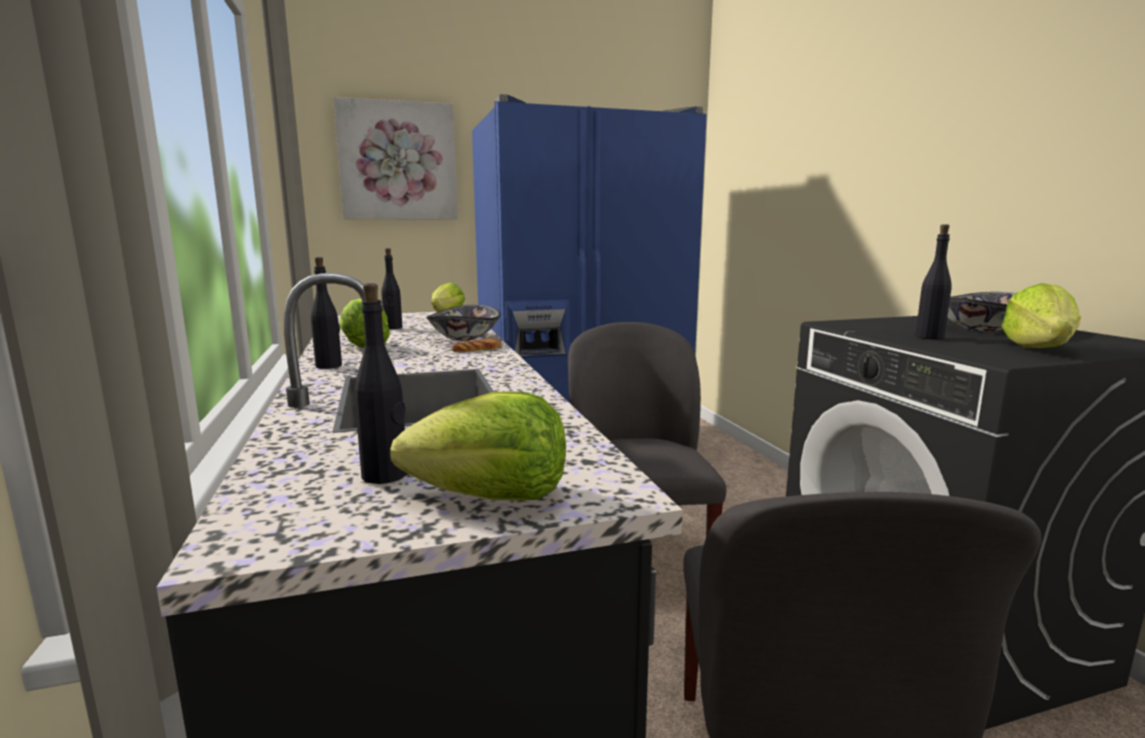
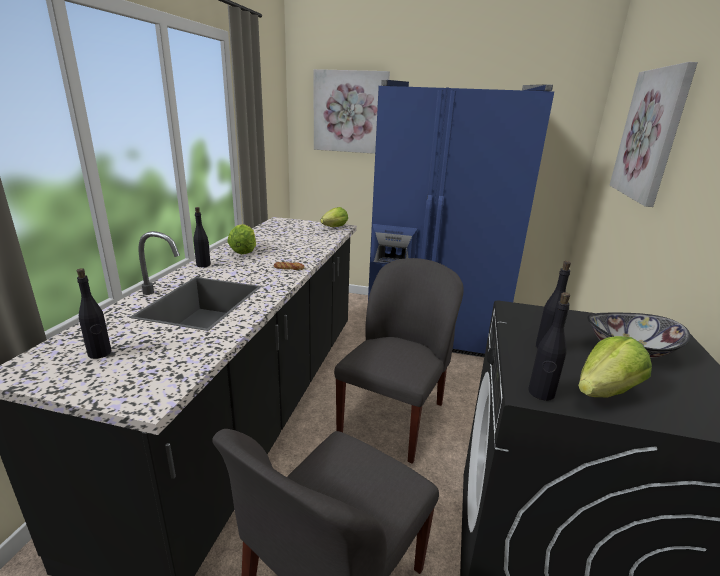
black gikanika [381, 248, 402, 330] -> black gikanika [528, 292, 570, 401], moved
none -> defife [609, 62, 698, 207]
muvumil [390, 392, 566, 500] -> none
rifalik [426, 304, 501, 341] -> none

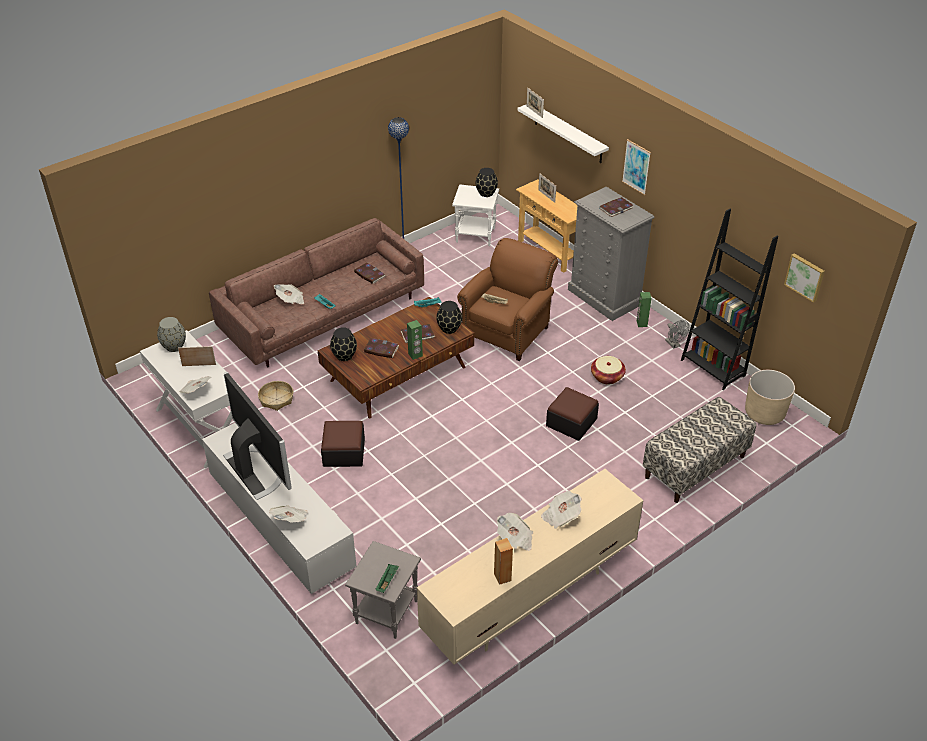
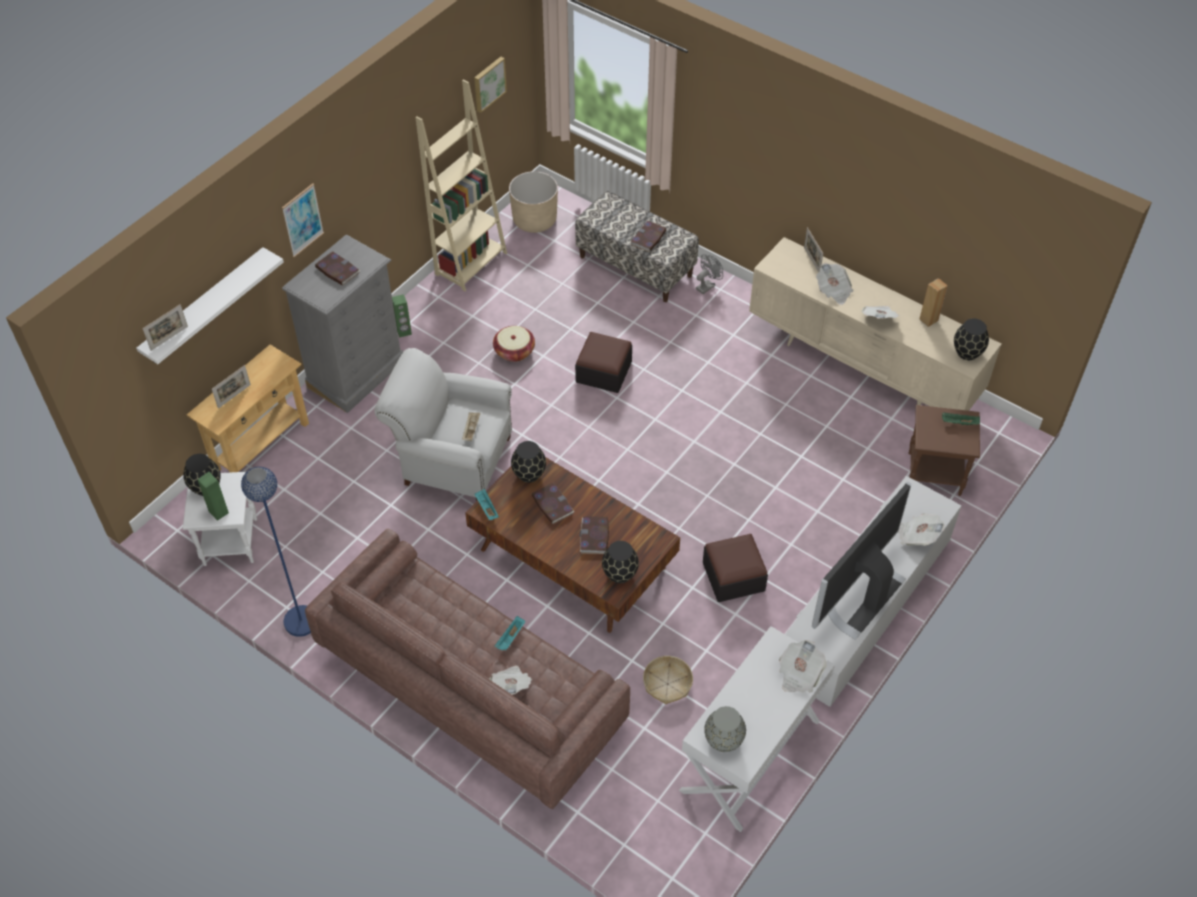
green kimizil [407, 320, 423, 360] -> green kimizil [197, 472, 229, 521], moved
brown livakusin [457, 238, 558, 361] -> white livakusin [374, 348, 512, 501]
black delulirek [681, 209, 778, 390] -> beige delulirek [415, 80, 507, 291]
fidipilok [354, 263, 385, 284] -> fidipilok [630, 221, 666, 252], moved
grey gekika [665, 320, 689, 349] -> grey gekika [696, 254, 723, 294], moved
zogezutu [178, 346, 216, 366] -> zogezutu [804, 228, 823, 272], moved
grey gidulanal [345, 541, 421, 639] -> brown gidulanal [909, 405, 980, 496]
none -> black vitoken [954, 319, 989, 360]

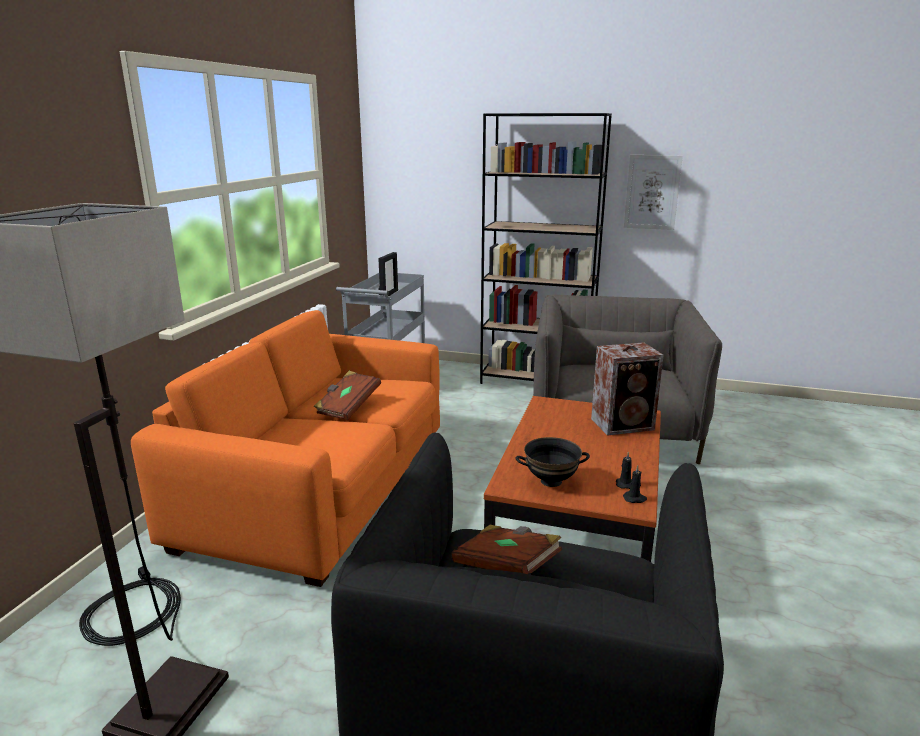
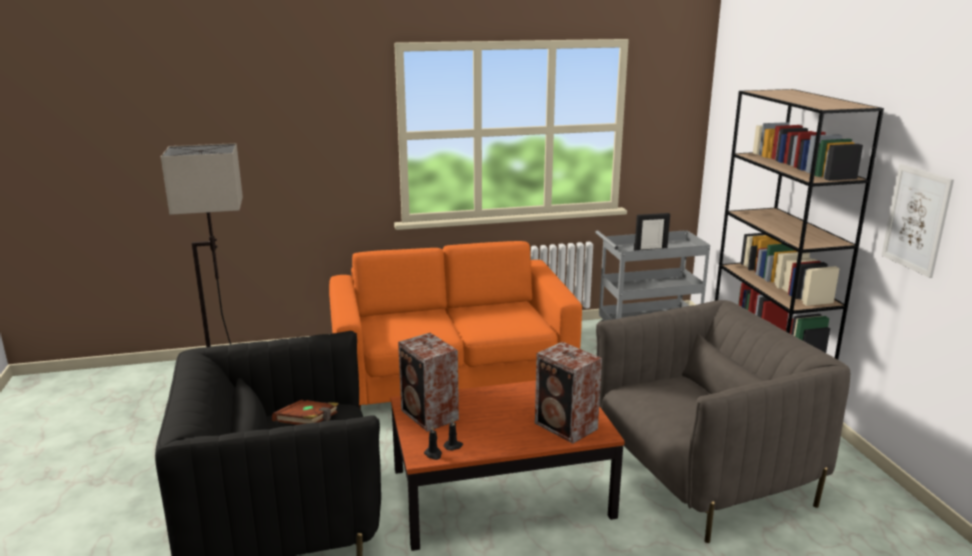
black rifalik [515, 437, 590, 487] -> kimizil [398, 333, 459, 432]
brown fidipilok [314, 371, 381, 420] -> none

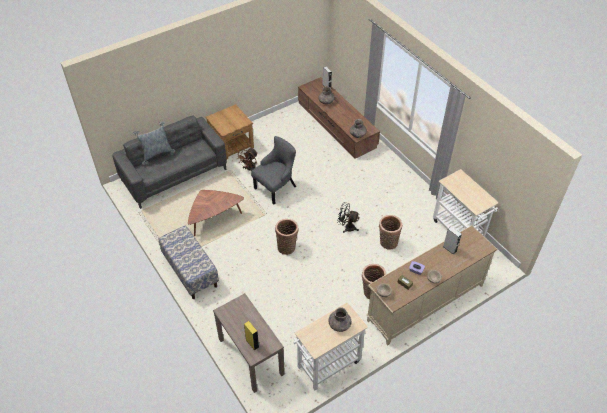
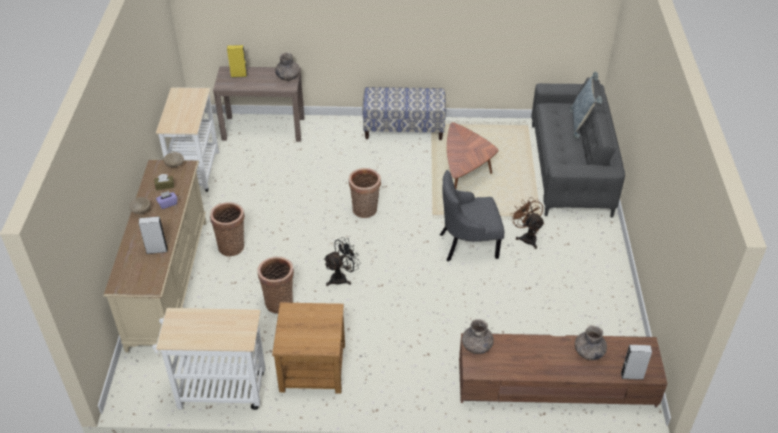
brown gidulanal [205, 104, 254, 159] -> brown gidulanal [272, 302, 345, 394], moved
grey vitoken [329, 307, 352, 332] -> grey vitoken [275, 52, 300, 81], moved
grey livakusin [251, 136, 296, 204] -> grey livakusin [440, 170, 504, 261], 90 degrees clockwise

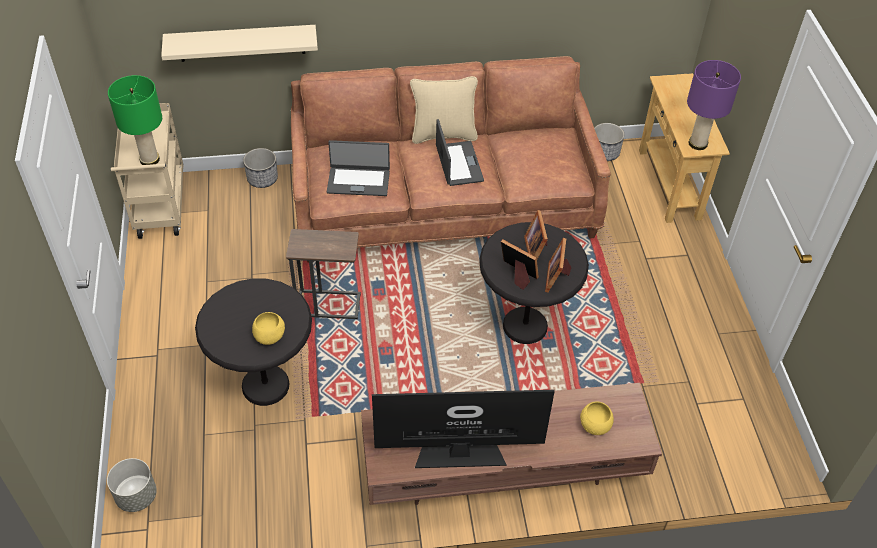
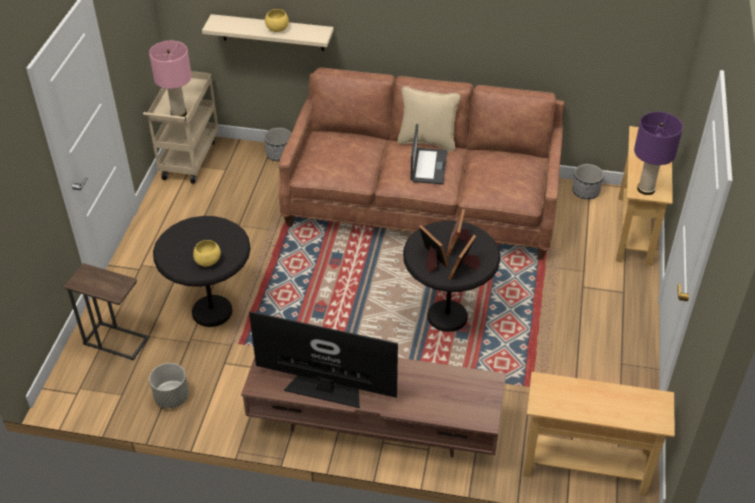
brown gidulanal [286, 229, 361, 319] -> brown gidulanal [64, 263, 149, 360], moved
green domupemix [108, 75, 162, 165] -> pink domupemix [149, 41, 192, 117]
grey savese [107, 458, 157, 512] -> grey savese [149, 363, 189, 408], moved
yellow rifalik [580, 402, 614, 435] -> yellow rifalik [265, 9, 289, 32], moved
none -> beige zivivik [523, 372, 675, 496]
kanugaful [327, 140, 390, 196] -> none

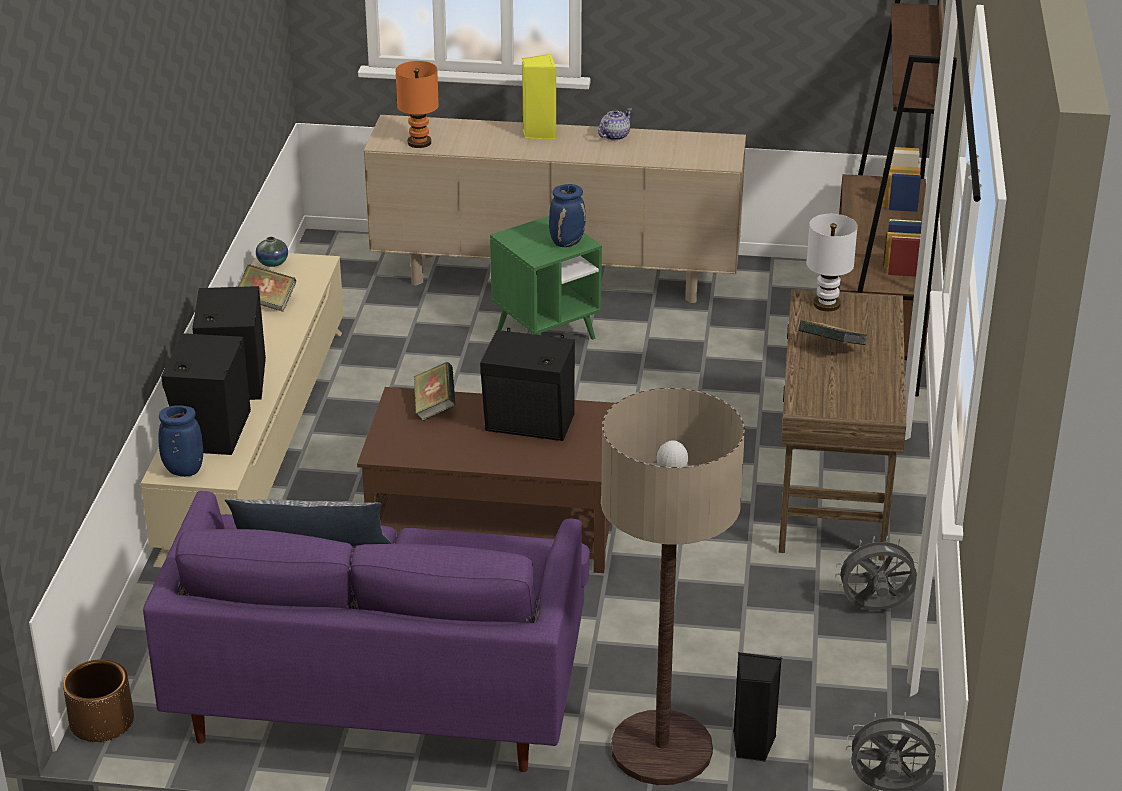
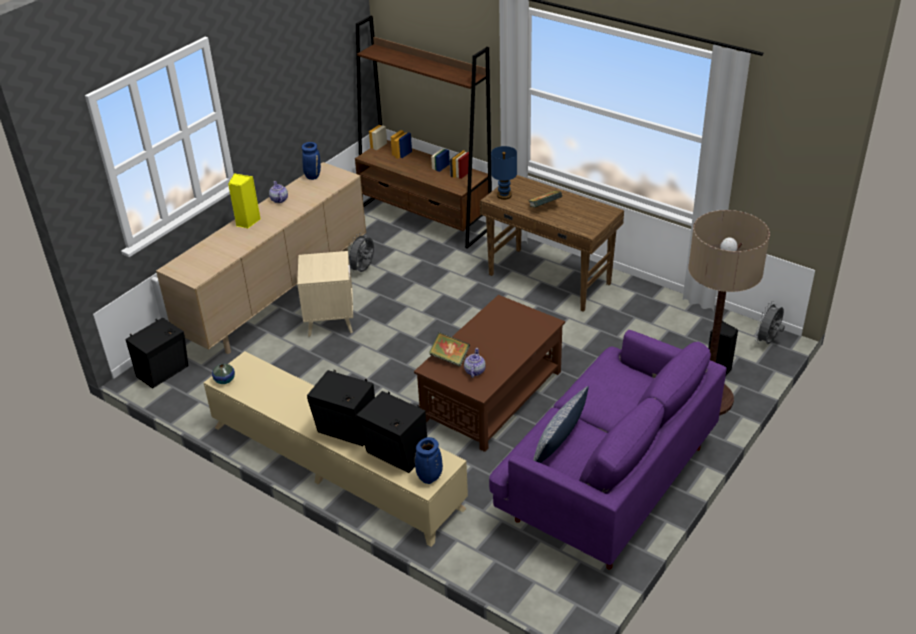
black kimizil [480, 328, 575, 441] -> black kimizil [125, 318, 188, 389], moved
green gidulanal [490, 216, 602, 340] -> beige gidulanal [297, 251, 353, 337]
blue vitoken [549, 184, 586, 247] -> blue vitoken [302, 142, 321, 180], moved
grey gekika [835, 536, 918, 611] -> grey gekika [348, 233, 374, 272], moved
none -> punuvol [464, 348, 486, 378]
white domupemix [807, 214, 858, 311] -> blue domupemix [491, 146, 517, 200]
brown savese [63, 659, 134, 742] -> none
fidipilok [238, 264, 296, 312] -> none
orange domupemix [395, 61, 439, 148] -> none

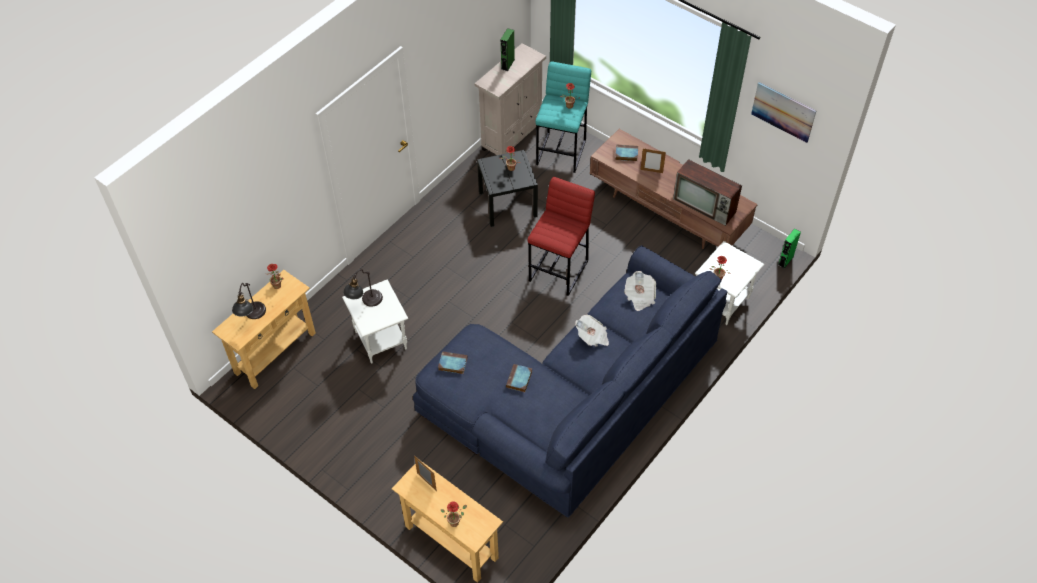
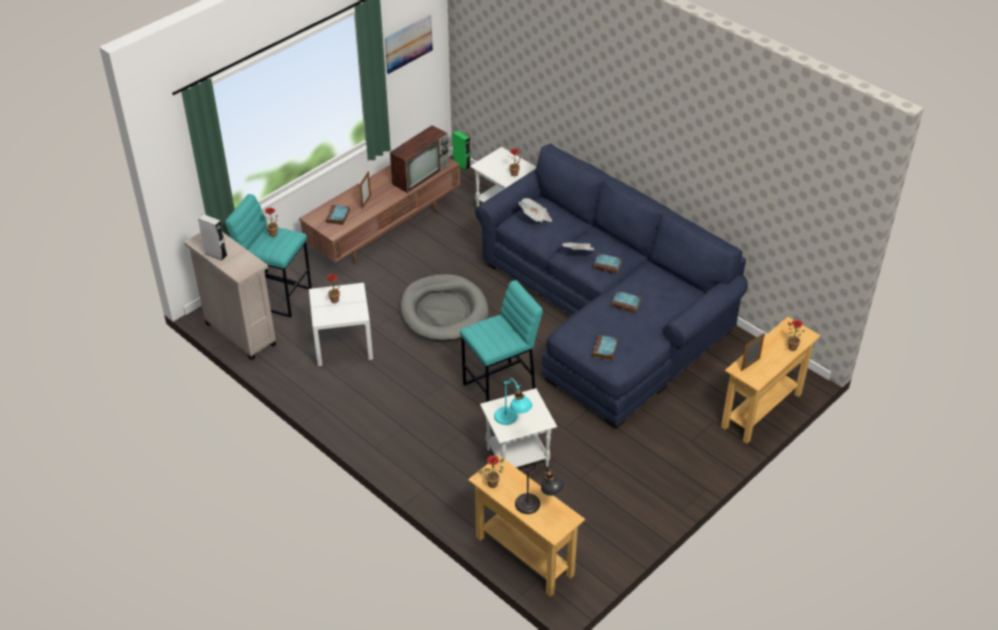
green kimizil [500, 28, 515, 71] -> grey kimizil [198, 214, 228, 261]
black gidulanal [477, 150, 538, 227] -> white gidulanal [309, 283, 373, 367]
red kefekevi [528, 177, 595, 296] -> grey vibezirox [400, 274, 489, 341]
none -> turquoise kefekevi [460, 280, 543, 402]
grey domupemix [343, 269, 383, 307] -> turquoise domupemix [494, 378, 532, 425]
none -> fidipilok [593, 253, 622, 274]

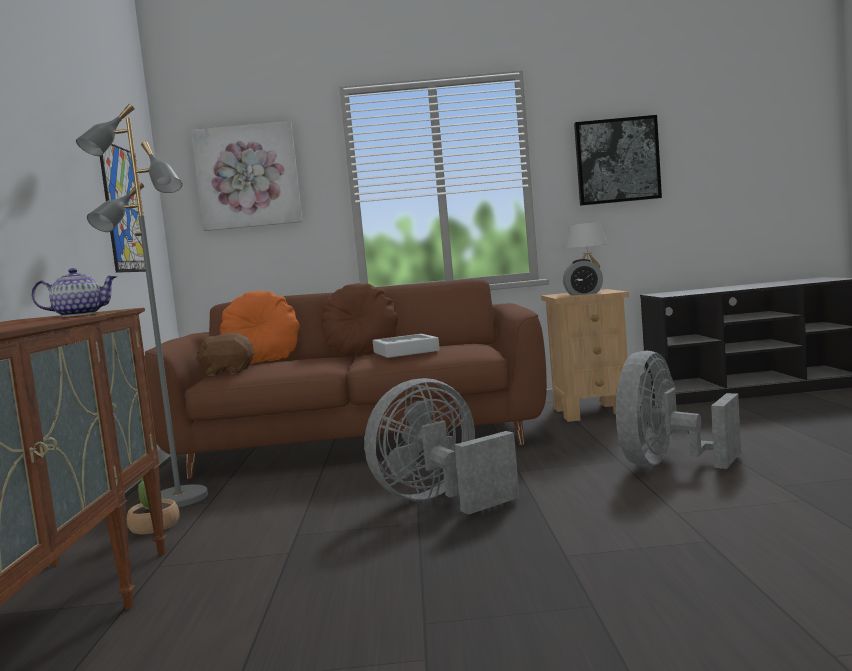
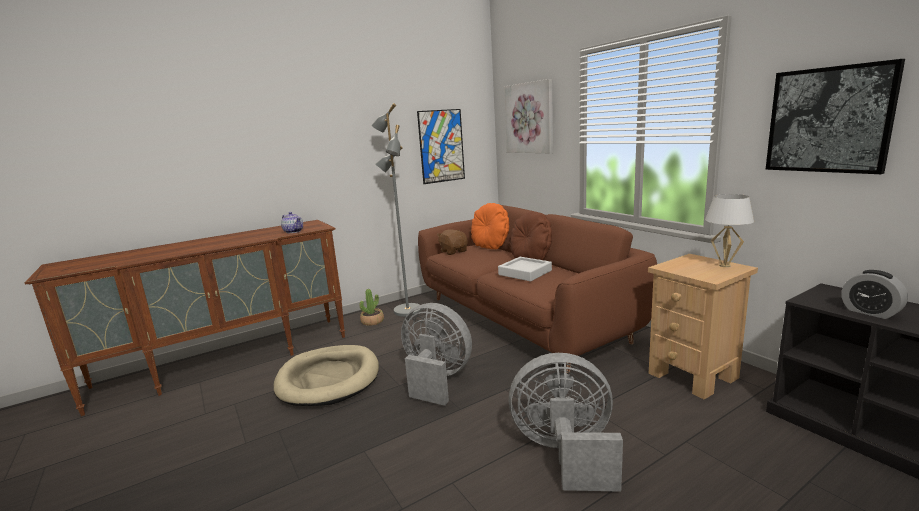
none -> beige vibezirox [274, 345, 379, 406]
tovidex [563, 259, 603, 295] -> tovidex [842, 270, 908, 319], moved

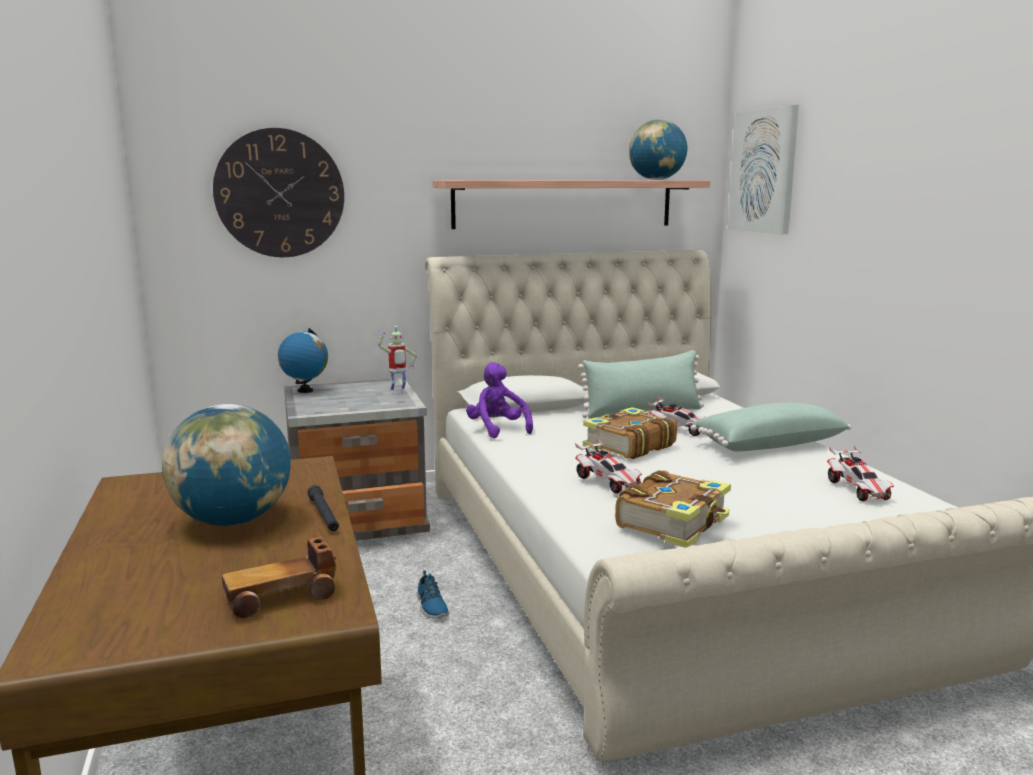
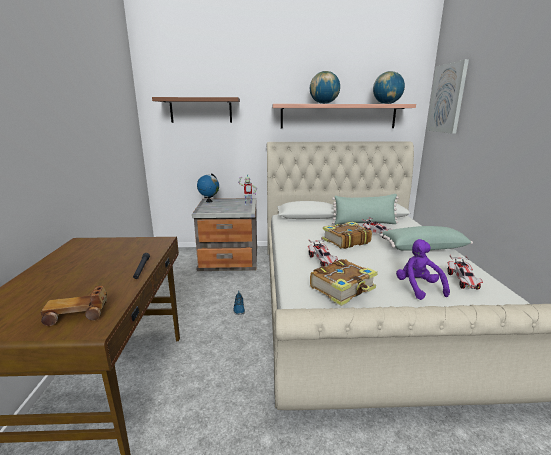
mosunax [213, 128, 344, 257] -> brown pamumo [152, 97, 240, 123]
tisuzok [162, 404, 291, 526] -> tisuzok [310, 71, 340, 104], moved
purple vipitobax [466, 362, 533, 438] -> purple vipitobax [396, 239, 450, 300], moved

